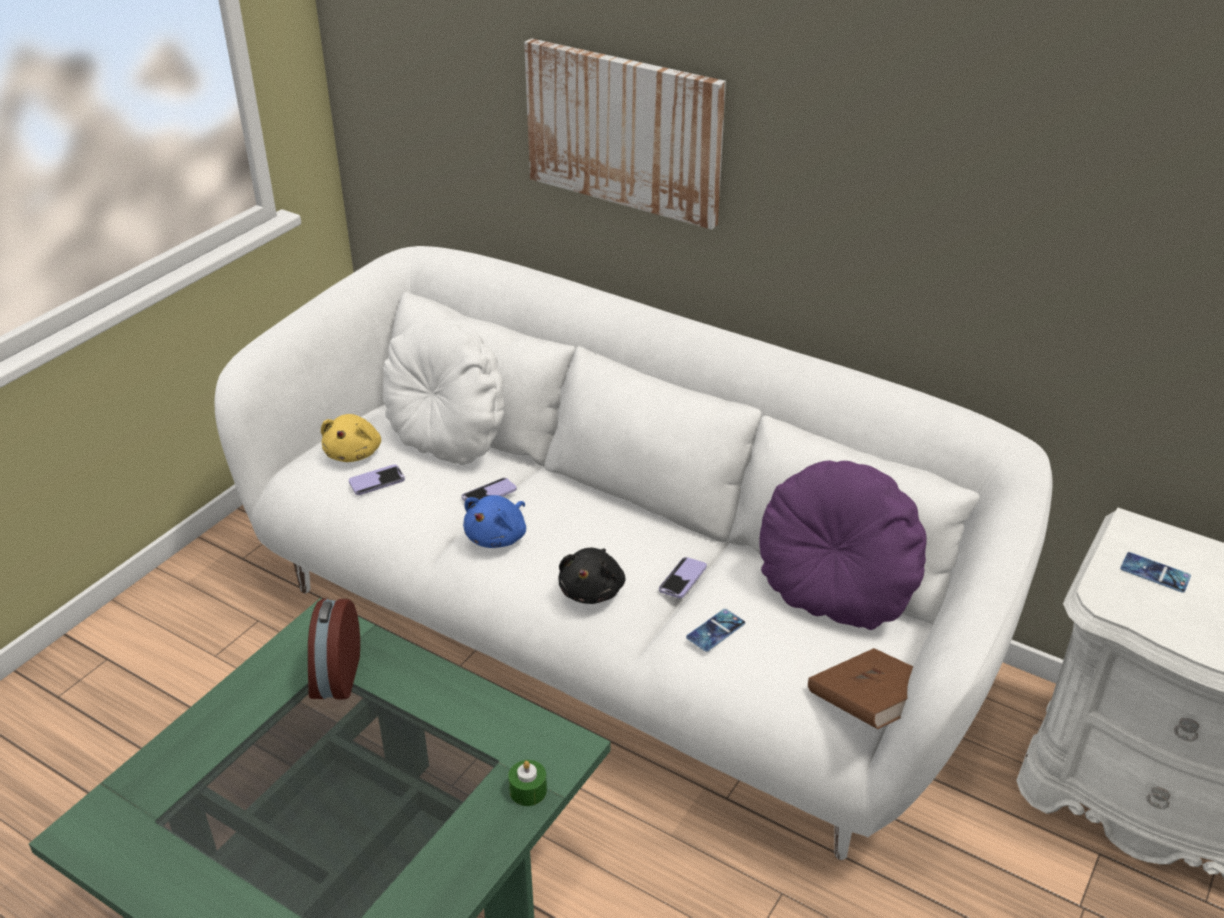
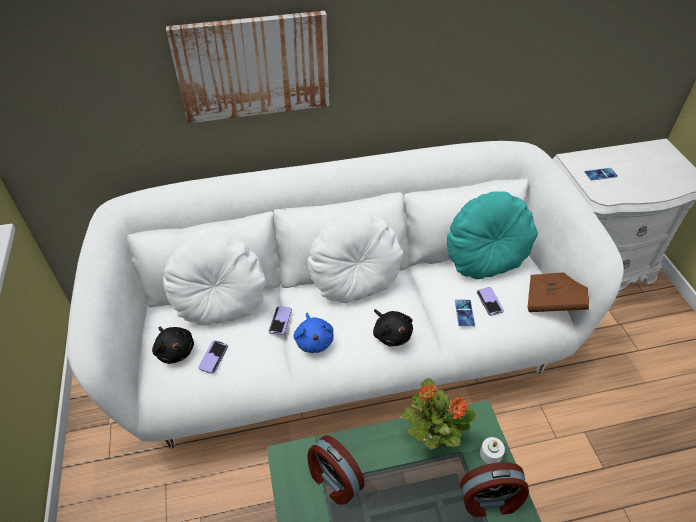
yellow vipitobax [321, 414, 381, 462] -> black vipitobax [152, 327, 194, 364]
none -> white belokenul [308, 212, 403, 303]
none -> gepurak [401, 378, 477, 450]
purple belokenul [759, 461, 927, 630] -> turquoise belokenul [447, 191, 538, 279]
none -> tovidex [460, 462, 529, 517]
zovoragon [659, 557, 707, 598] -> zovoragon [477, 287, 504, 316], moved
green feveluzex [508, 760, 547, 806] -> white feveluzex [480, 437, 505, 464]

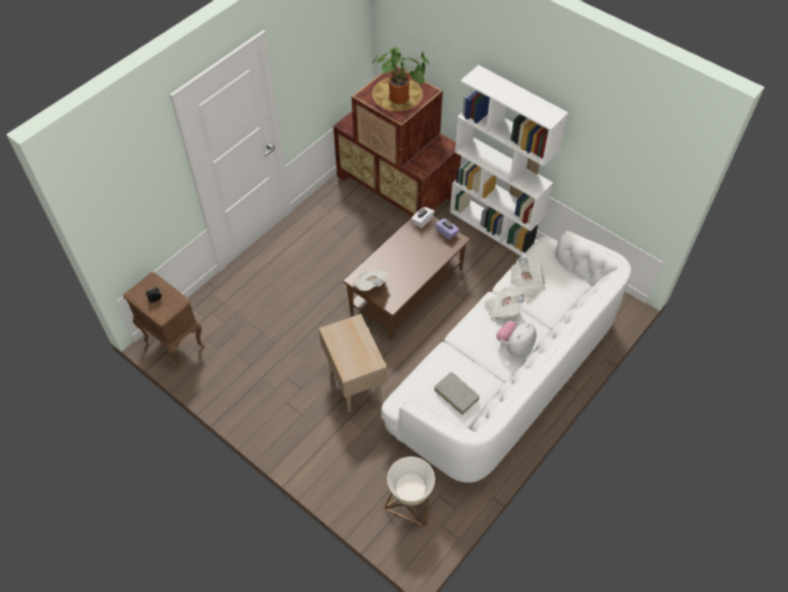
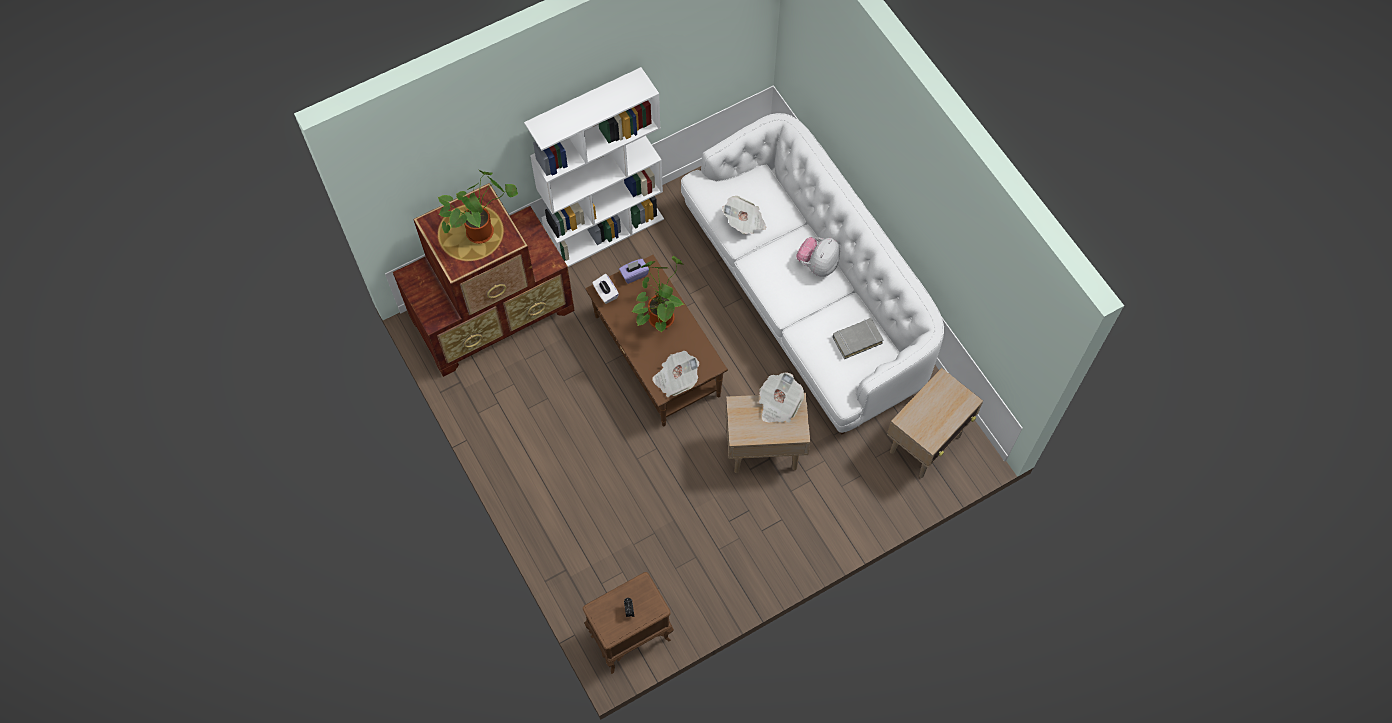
none -> gepurak [632, 256, 684, 332]
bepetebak [484, 287, 526, 319] -> bepetebak [759, 372, 804, 423], moved
vipitobax [496, 321, 536, 357] -> vipitobax [796, 237, 840, 277], 60 degrees clockwise
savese [385, 457, 435, 526] -> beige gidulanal [887, 368, 983, 478]

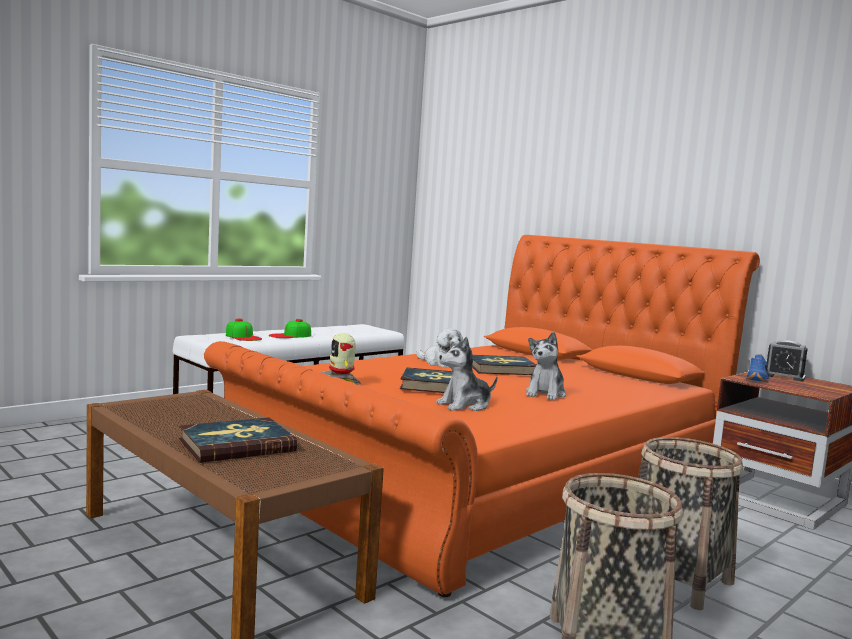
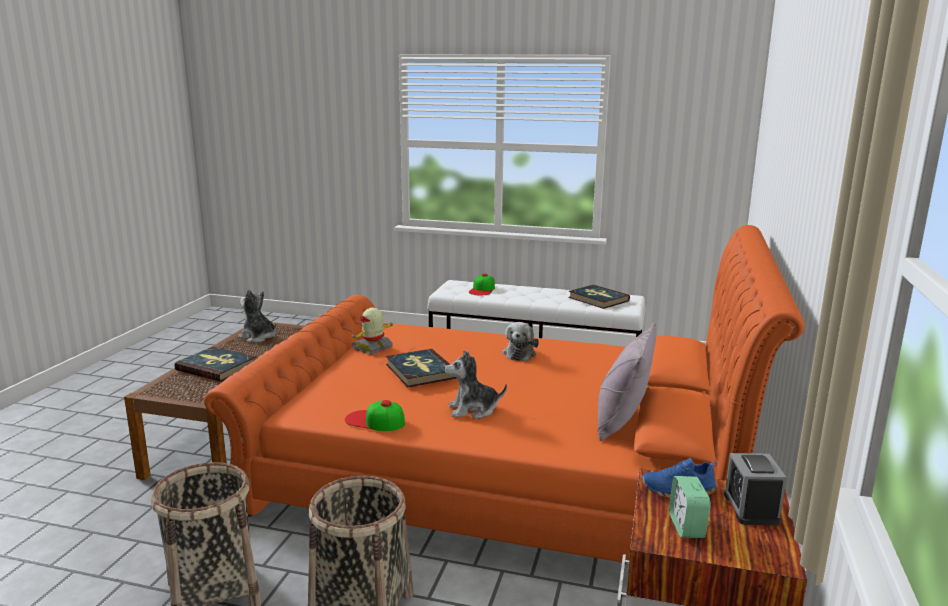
vipitobax [436, 337, 497, 411] -> vipitobax [238, 289, 277, 343], moved
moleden [269, 319, 311, 338] -> moleden [345, 400, 405, 431], moved
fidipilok [472, 355, 536, 375] -> fidipilok [568, 285, 630, 309], moved
none -> purple belokenul [598, 322, 656, 441]
none -> tovidex [669, 476, 711, 538]

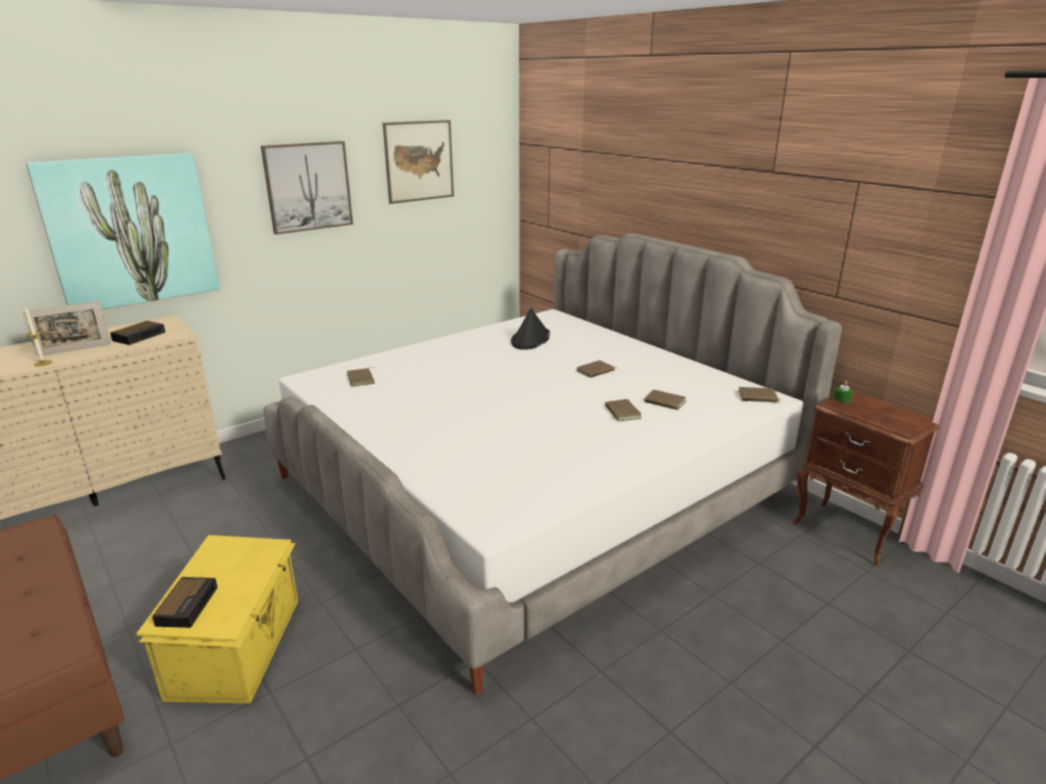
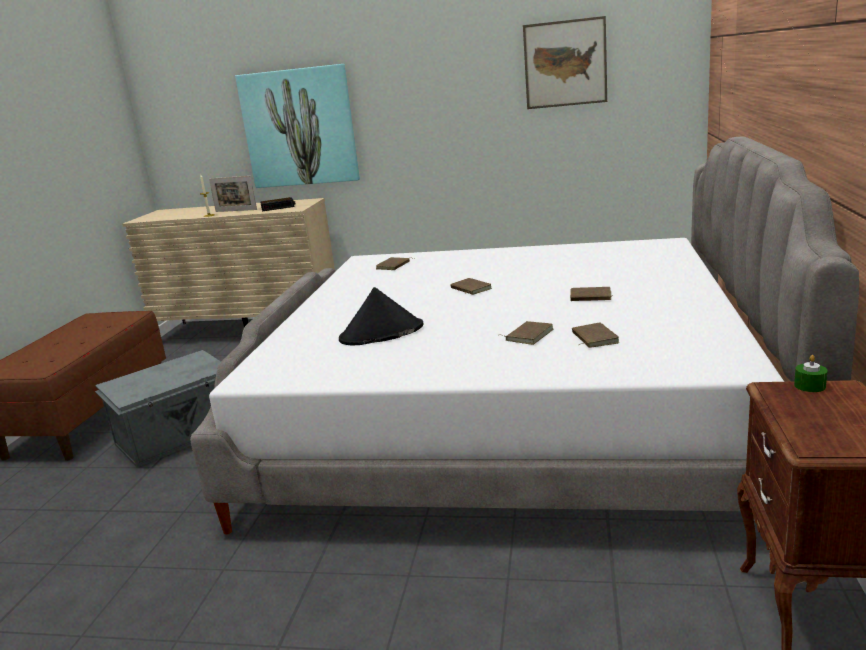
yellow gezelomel [136, 535, 298, 704] -> grey gezelomel [95, 350, 221, 468]
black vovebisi [511, 308, 550, 350] -> black vovebisi [339, 287, 423, 345], moved
brown fidipilok [739, 387, 780, 403] -> brown fidipilok [450, 278, 492, 295], moved
tovidex [152, 577, 218, 628] -> none
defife [261, 141, 353, 235] -> none

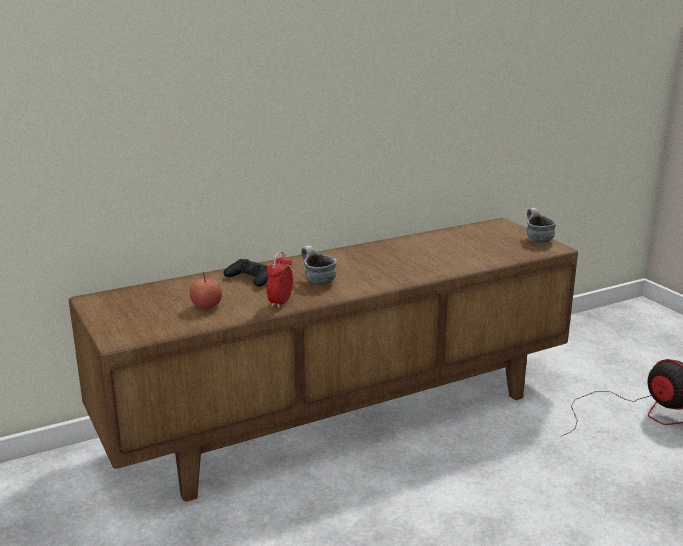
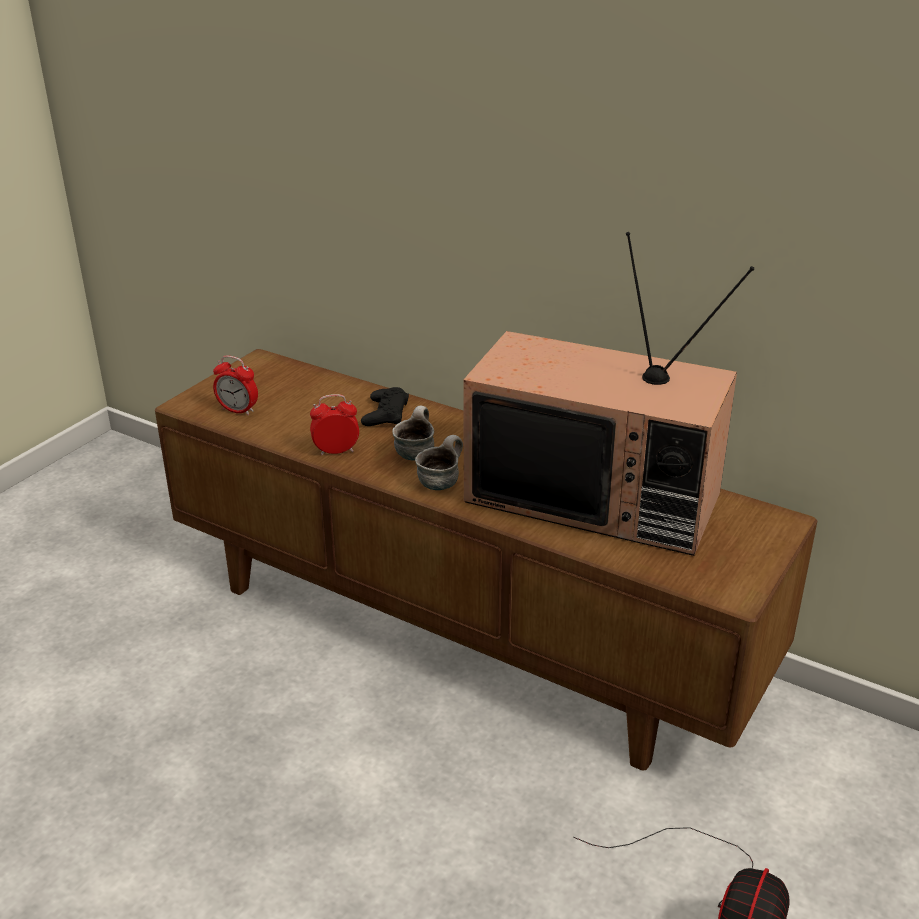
none -> tovidex [213, 355, 258, 416]
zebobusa [527, 208, 557, 243] -> zebobusa [415, 435, 463, 490], moved
none -> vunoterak [463, 232, 754, 556]
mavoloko [190, 272, 222, 309] -> none

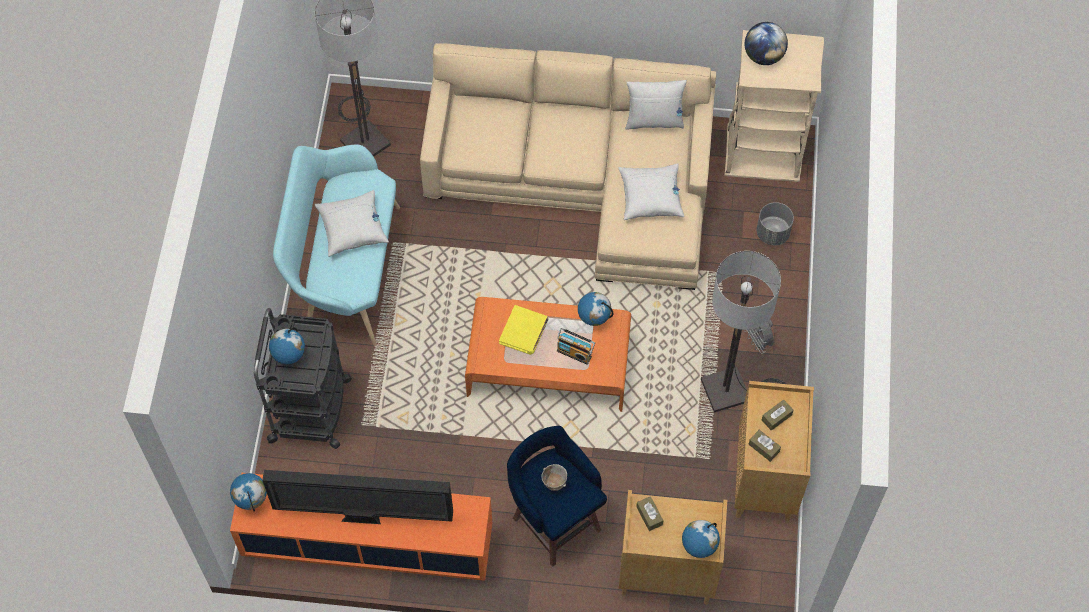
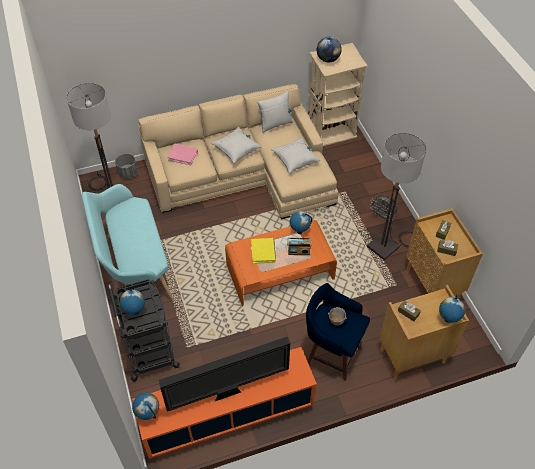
grey savese [757, 202, 794, 245] -> grey savese [115, 154, 138, 179], moved
none -> pink fidipilok [167, 144, 198, 165]
grey belokenul [315, 190, 389, 257] -> grey belokenul [211, 127, 261, 164], moved

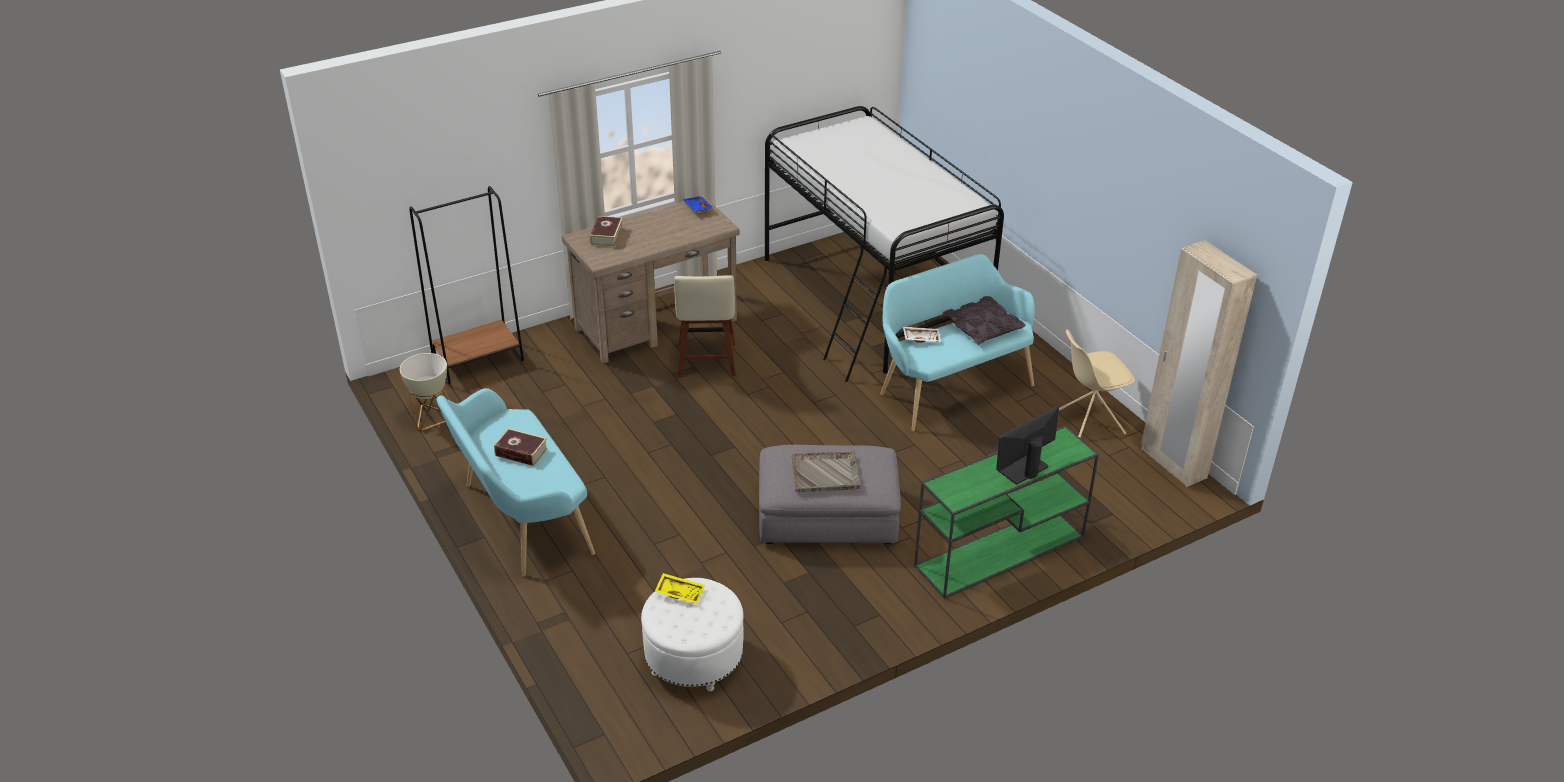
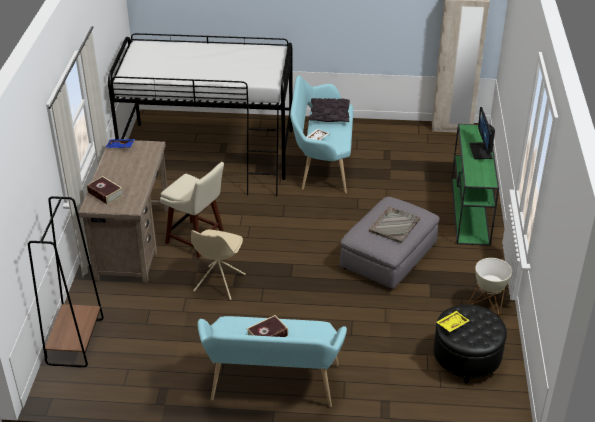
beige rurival [1059, 329, 1135, 438] -> beige rurival [191, 230, 246, 300], moved
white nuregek [641, 578, 744, 691] -> black nuregek [433, 305, 507, 383]
savese [400, 353, 450, 431] -> savese [468, 258, 512, 317], moved

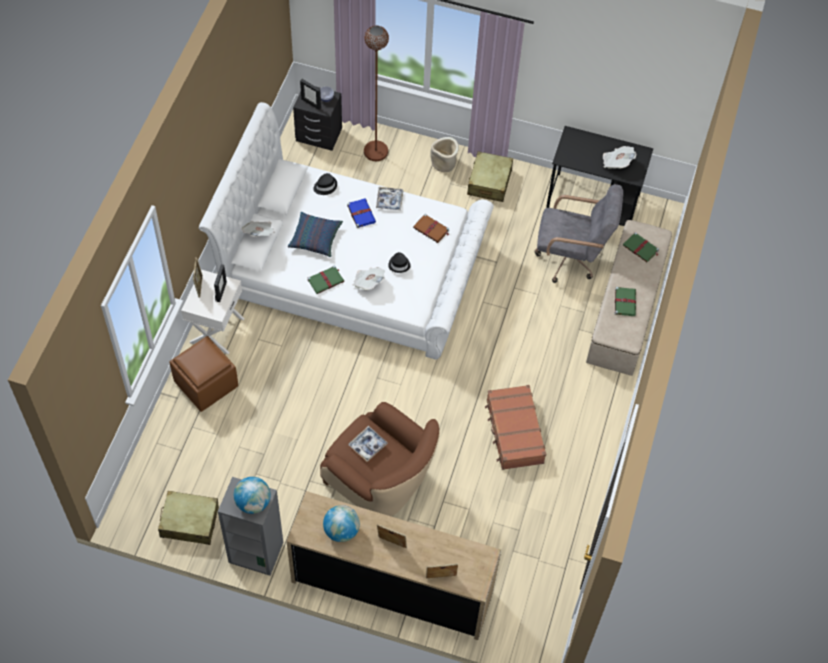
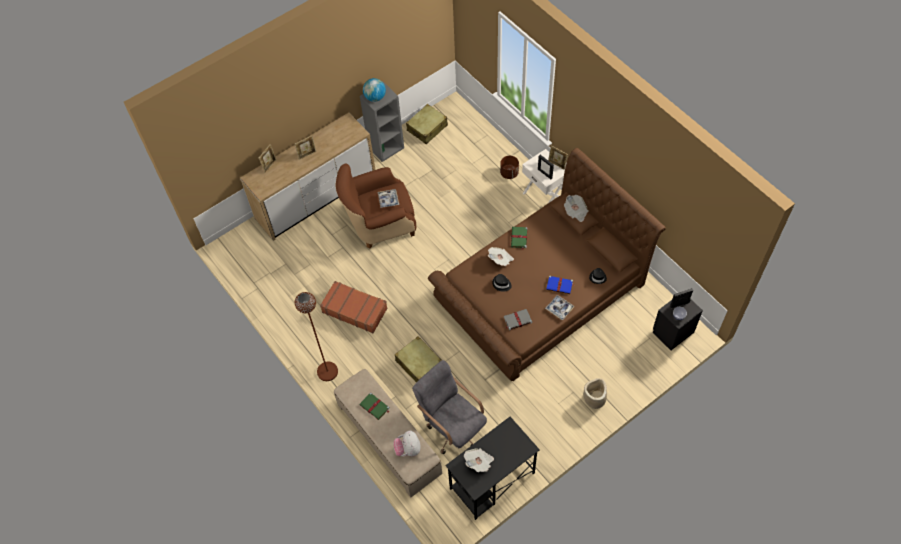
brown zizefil [364, 26, 389, 161] -> brown zizefil [295, 292, 338, 381], moved
green fidipilok [623, 232, 659, 262] -> vipitobax [394, 431, 421, 456]
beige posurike [467, 151, 513, 202] -> beige posurike [395, 336, 442, 383], moved
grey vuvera [534, 184, 623, 283] -> grey vuvera [412, 360, 487, 454], 90 degrees clockwise
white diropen [199, 102, 494, 360] -> brown diropen [428, 148, 666, 381]
brown nuregek [169, 336, 238, 412] -> brown savese [500, 156, 519, 179]
brown fidipilok [413, 214, 449, 243] -> grey fidipilok [504, 309, 532, 330]
blue belokenul [288, 212, 343, 257] -> none
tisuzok [323, 505, 360, 542] -> none

